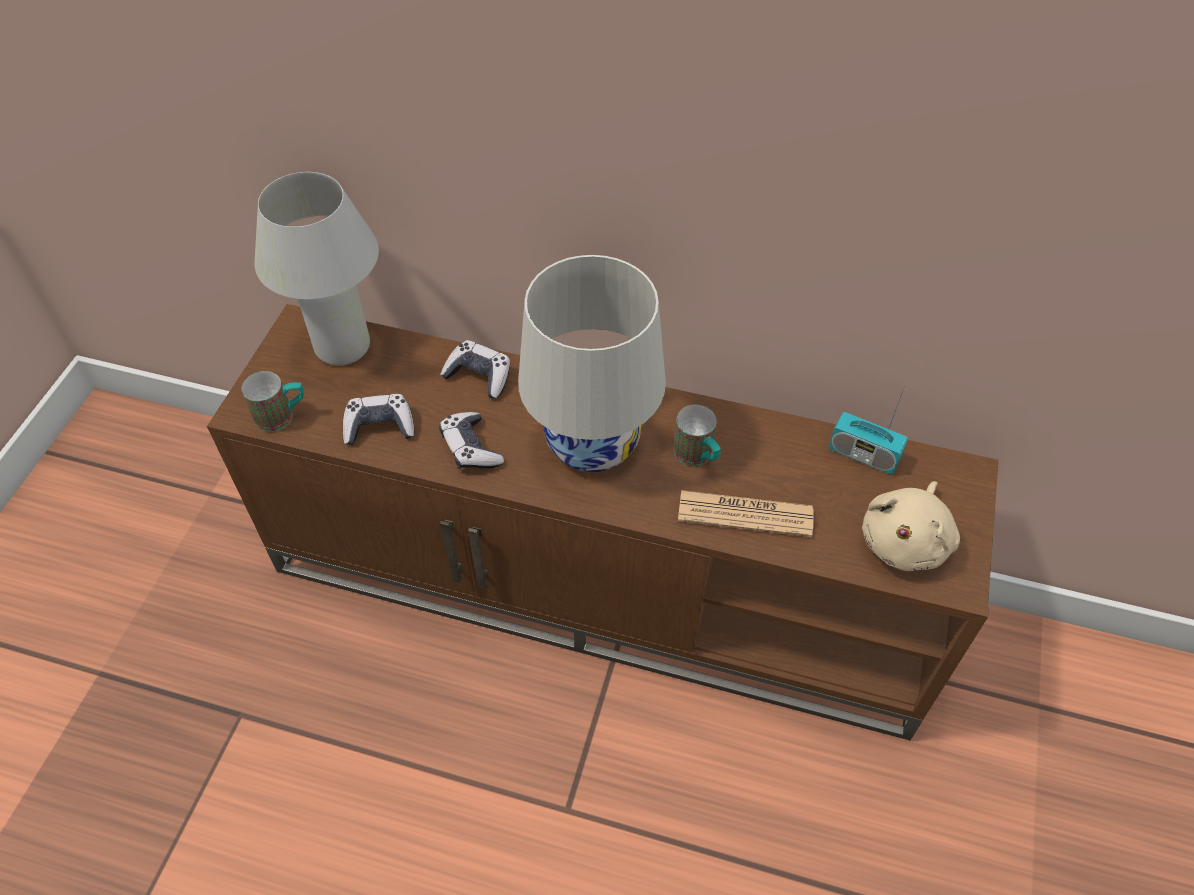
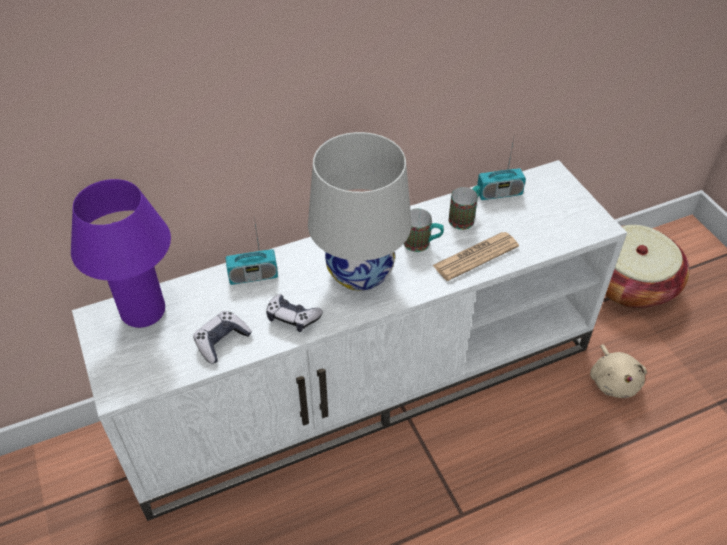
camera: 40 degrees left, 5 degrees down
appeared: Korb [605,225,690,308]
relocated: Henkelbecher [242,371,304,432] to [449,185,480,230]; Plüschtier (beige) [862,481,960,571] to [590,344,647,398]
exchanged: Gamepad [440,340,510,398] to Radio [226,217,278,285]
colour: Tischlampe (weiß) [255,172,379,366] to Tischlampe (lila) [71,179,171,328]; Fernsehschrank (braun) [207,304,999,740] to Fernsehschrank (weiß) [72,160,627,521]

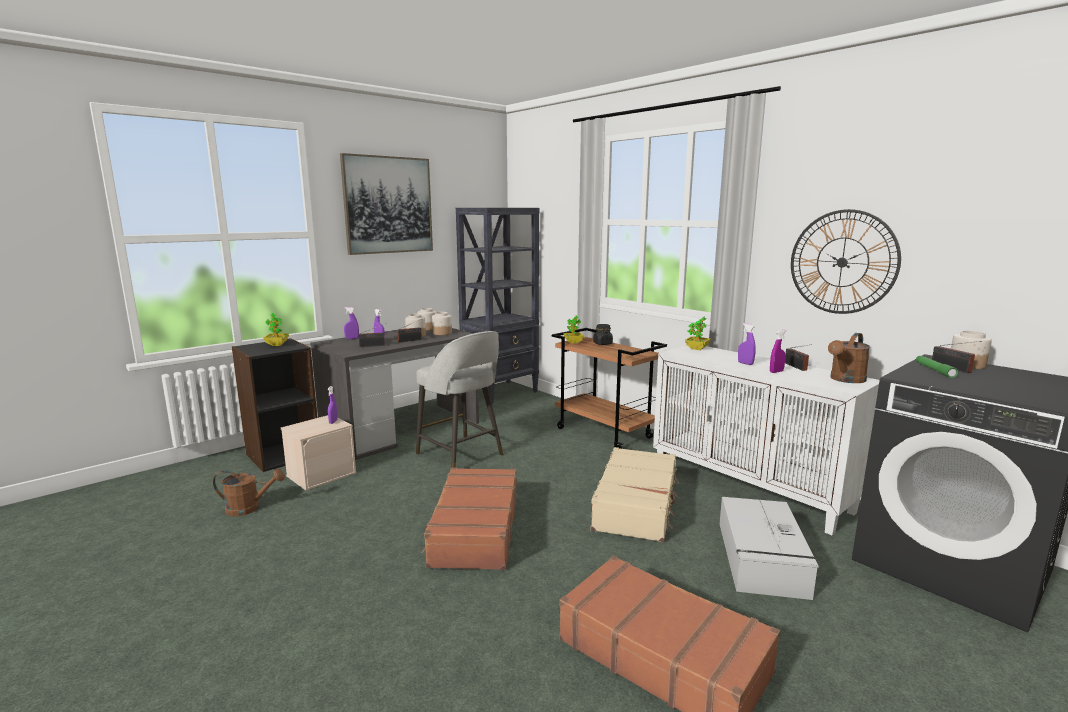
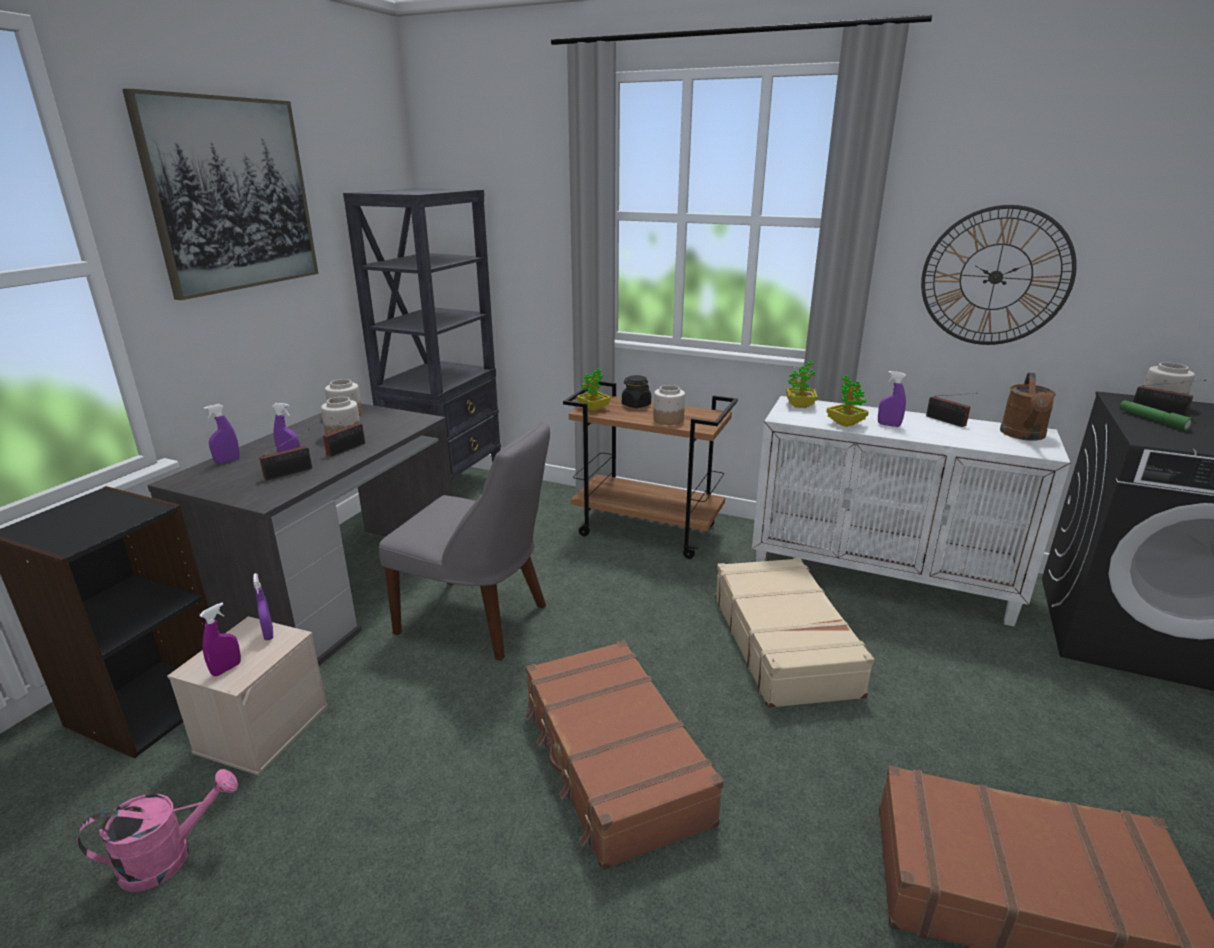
camera: 25 degrees left, 10 degrees up
missing: Aufbewahrungsbox (grau) [720,497,819,600]
relocated: Vorratsglas [432,312,452,335] to [653,385,685,425]; Topfpflanze [264,313,289,346] to [827,375,868,427]; Sprühflasche (lila) [770,330,786,373] to [199,602,241,676]
exchanged: Hocker (grau) [416,331,503,468] to Stuhl (grau) [379,422,550,661]
colour: Gießkanne (braun) [213,469,285,516] to Gießkanne (rosa) [77,769,238,892]

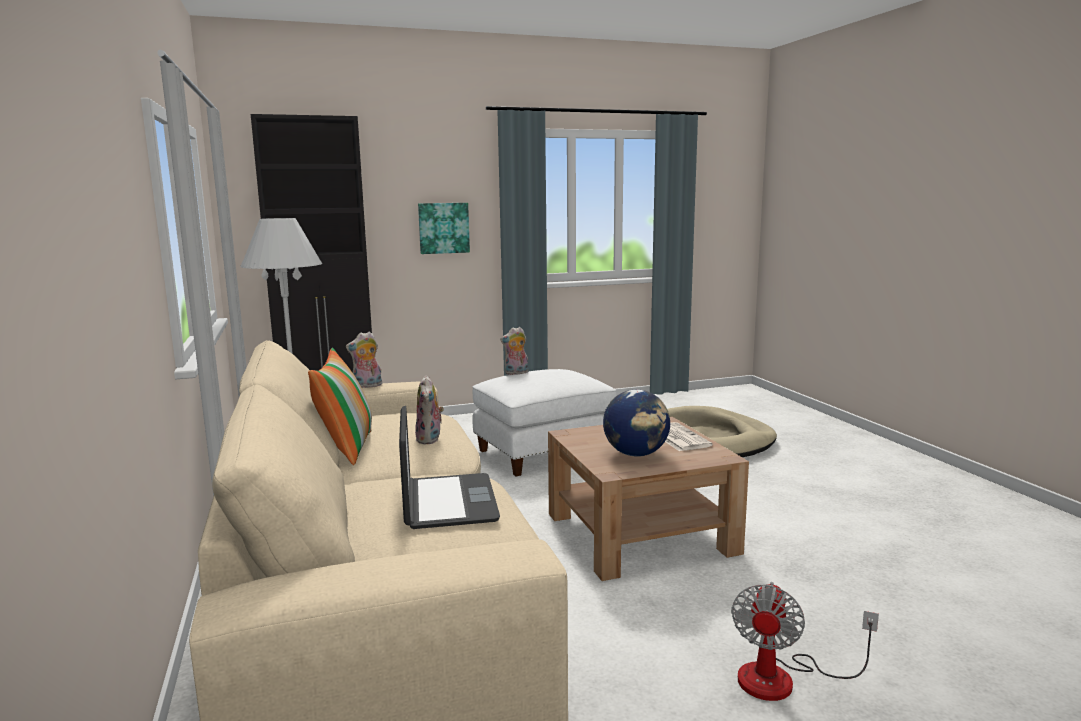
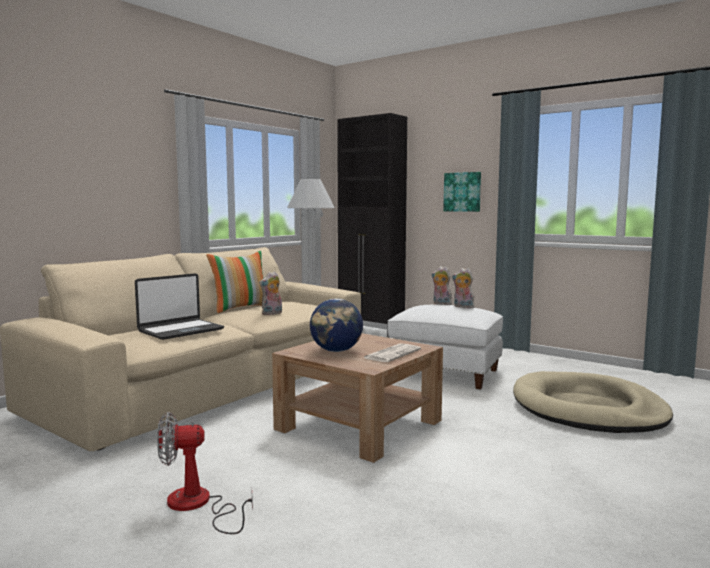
camera: 55 degrees right, 5 degrees down
relocated: Plüschtier [346,332,382,388] to [452,268,477,308]

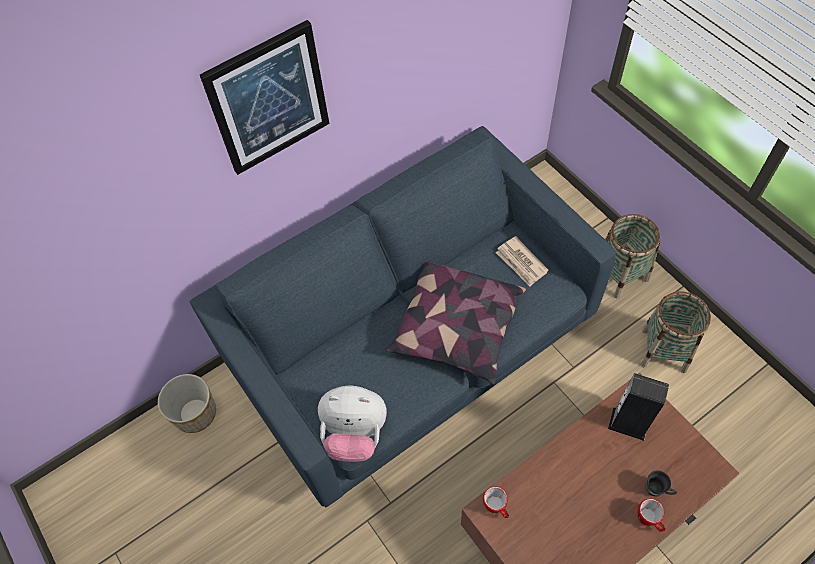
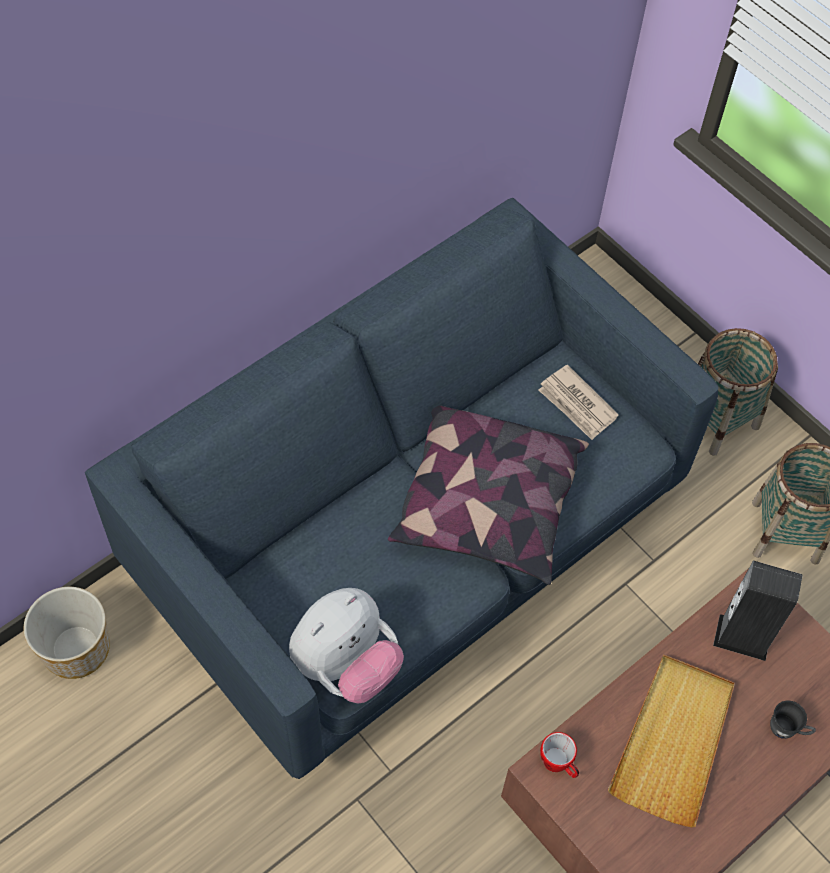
camera: 10 degrees left, 0 degrees up
missing: Bild [200,20,329,175]; Henkelbecher [638,498,665,532]
appeared: Tablett (beige) [608,655,735,827]
spun: Plüschtier [318,386,387,462] = [289,588,404,704] 45 degrees counterclockwise

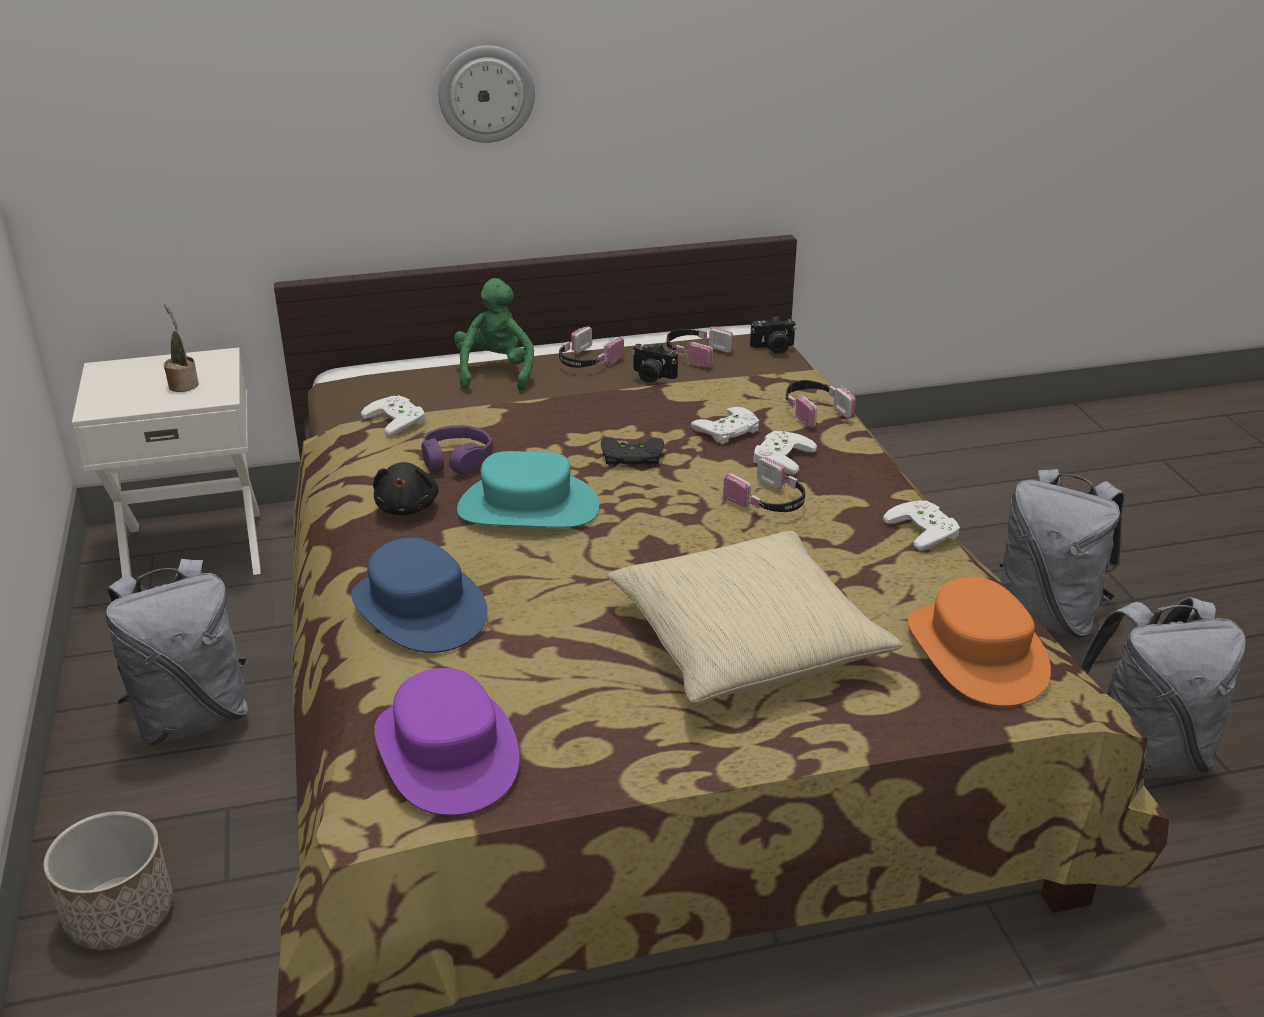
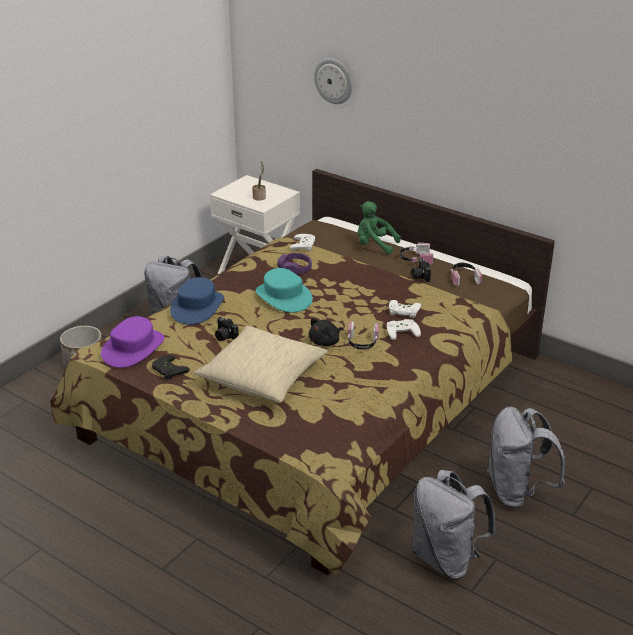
camera: 50 degrees right, 0 degrees up
missing: Kopfhörer [785,380,856,428]; Gamepad (weiß) [883,500,960,551]; Hut (orange) [908,577,1051,707]
relocated: Wanduhr [439,46,535,143] to [314,58,352,104]; Kamera [750,316,796,354] to [215,317,239,341]; Gamepad (schwarz) [601,437,664,467] to [152,355,190,380]; Plüschtier (schwarz) [373,462,438,515] to [309,318,343,346]
spun: Plüschtier (grün) [454,278,534,391] = [358,201,401,254] 120 degrees counterclockwise

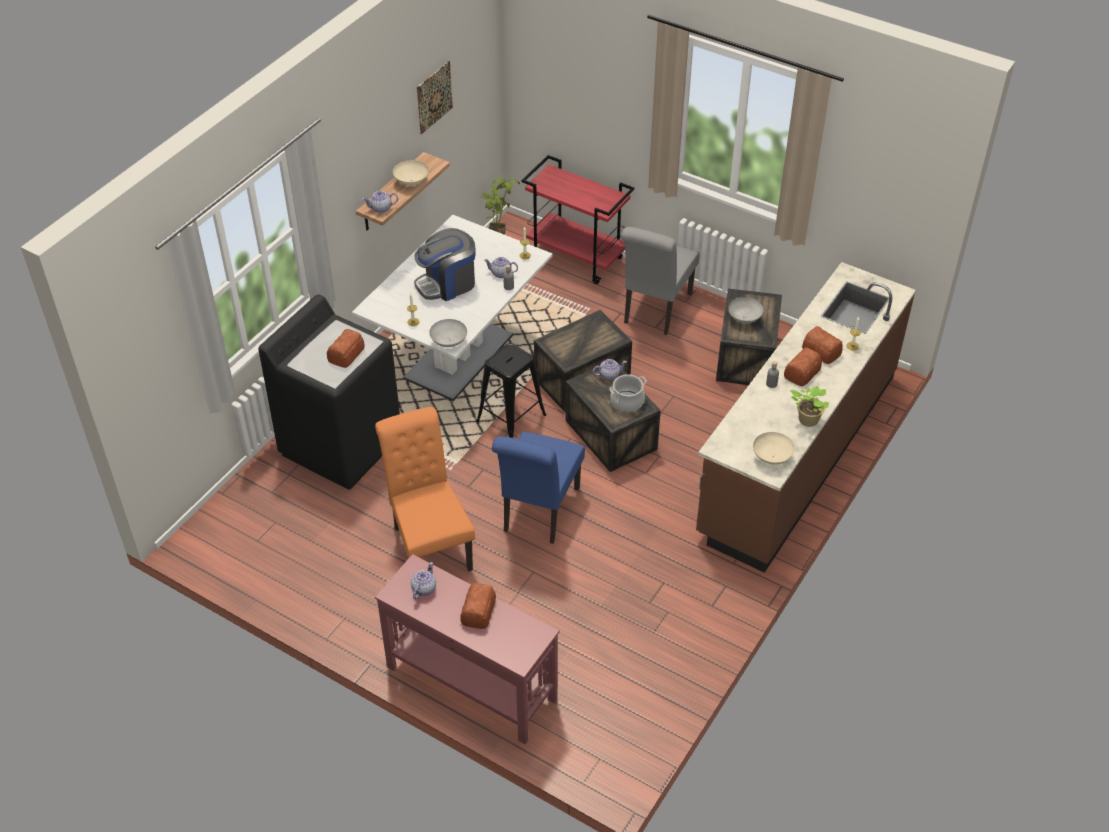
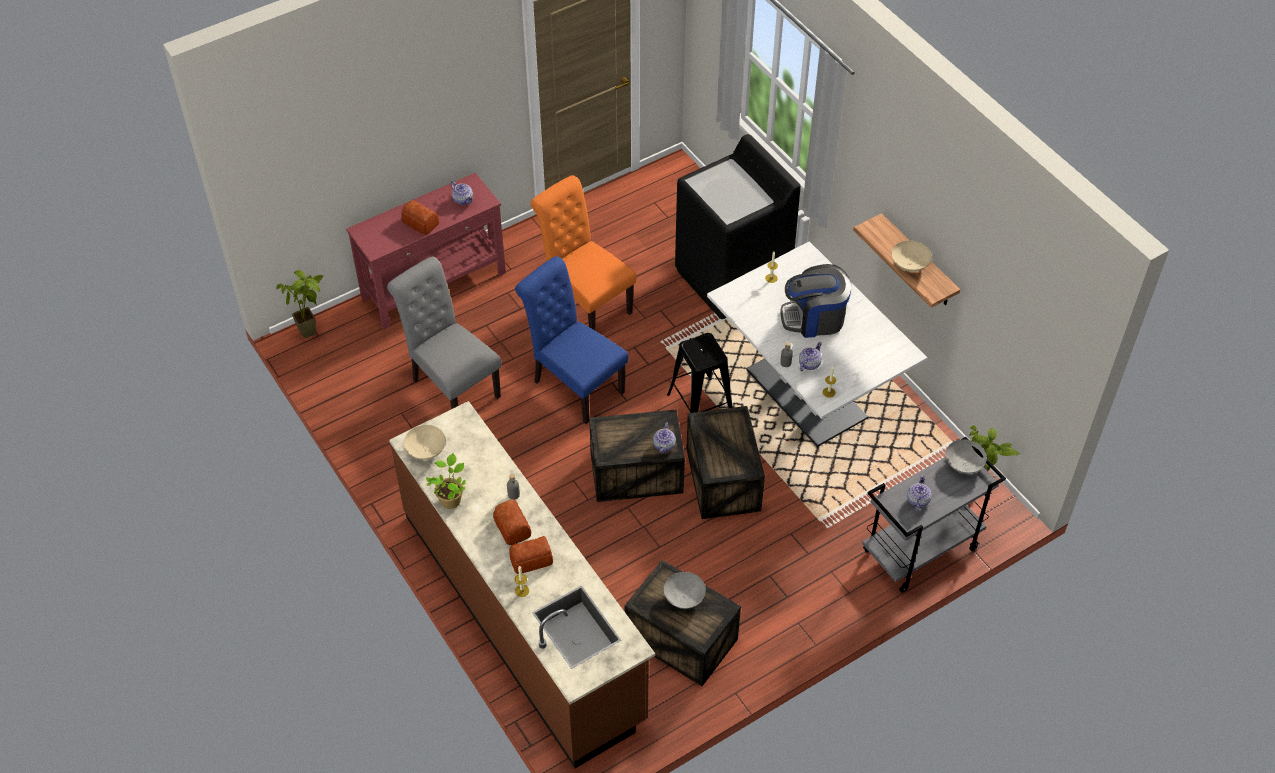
camera: 115 degrees right, 5 degrees up
missing: Bild [417,61,453,134]; Brot [327,329,365,368]; Kochtopf [610,374,647,412]
appeared: Topfpflanze [276,270,323,339]
relocated: Teekanne [362,191,398,213] to [907,475,932,511]; Stuhl (grau) [621,227,700,335] to [387,257,502,409]; Schüssel (grau) [429,319,467,347] to [946,439,987,474]
colour: Rollwagen (rot) [521,155,634,284] to Rollwagen (grau) [862,437,1006,593]
spun: Kaffeemaschine [414,228,476,301] = [781,264,851,338] 90 degrees counterclockwise; Stuhl (orange) [375,407,475,572] = [530,175,636,331] 135 degrees counterclockwise

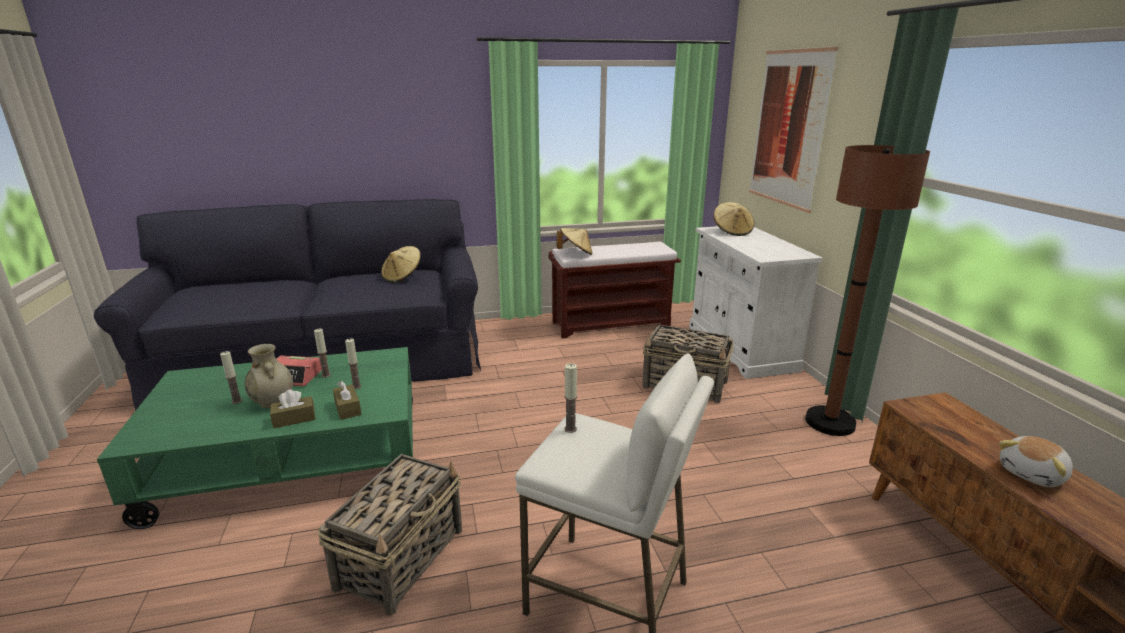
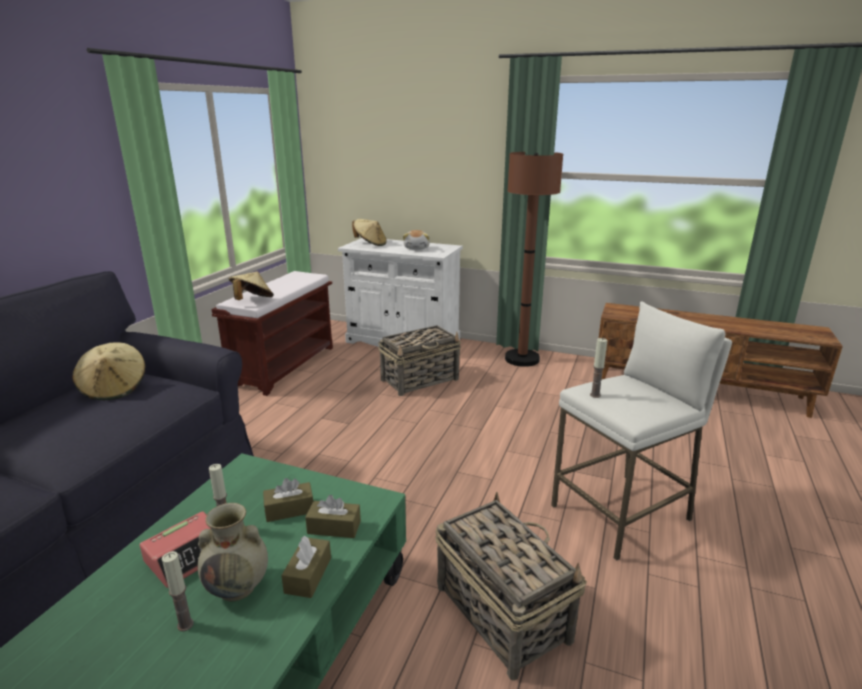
camera: 55 degrees left, 0 degrees up
missing: Bild [749,46,838,213]
relocated: Plüschtier [999,436,1072,487] to [403,230,430,250]
exchanged: Kerze [345,339,361,389] to Taschentuchbox (braun) [263,478,313,522]

